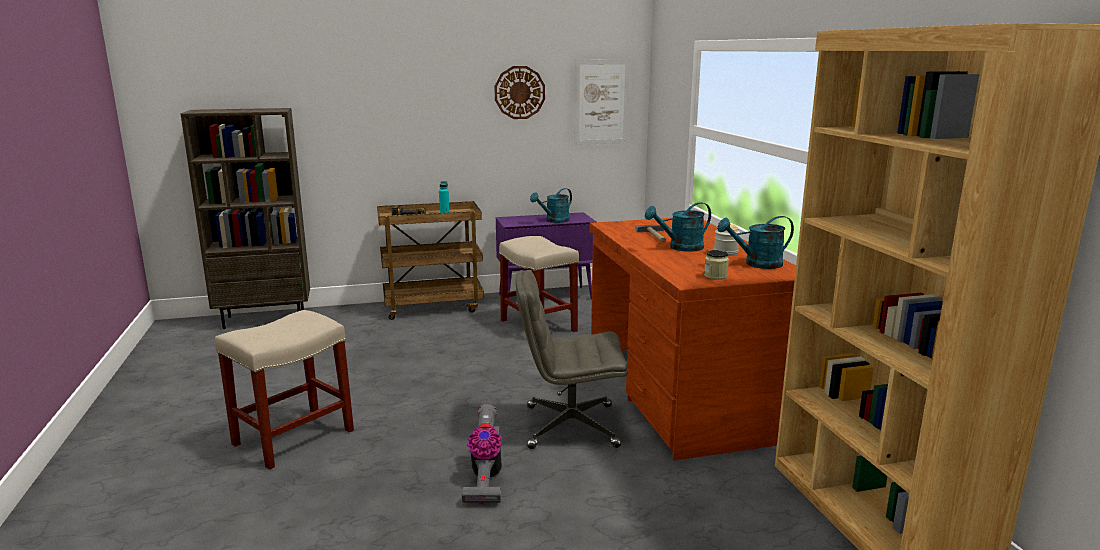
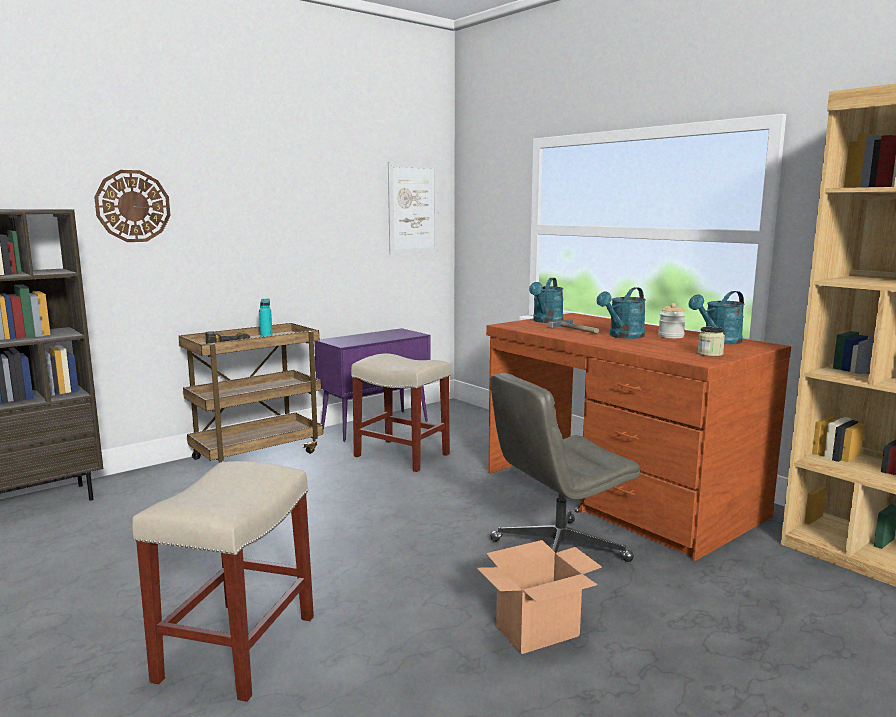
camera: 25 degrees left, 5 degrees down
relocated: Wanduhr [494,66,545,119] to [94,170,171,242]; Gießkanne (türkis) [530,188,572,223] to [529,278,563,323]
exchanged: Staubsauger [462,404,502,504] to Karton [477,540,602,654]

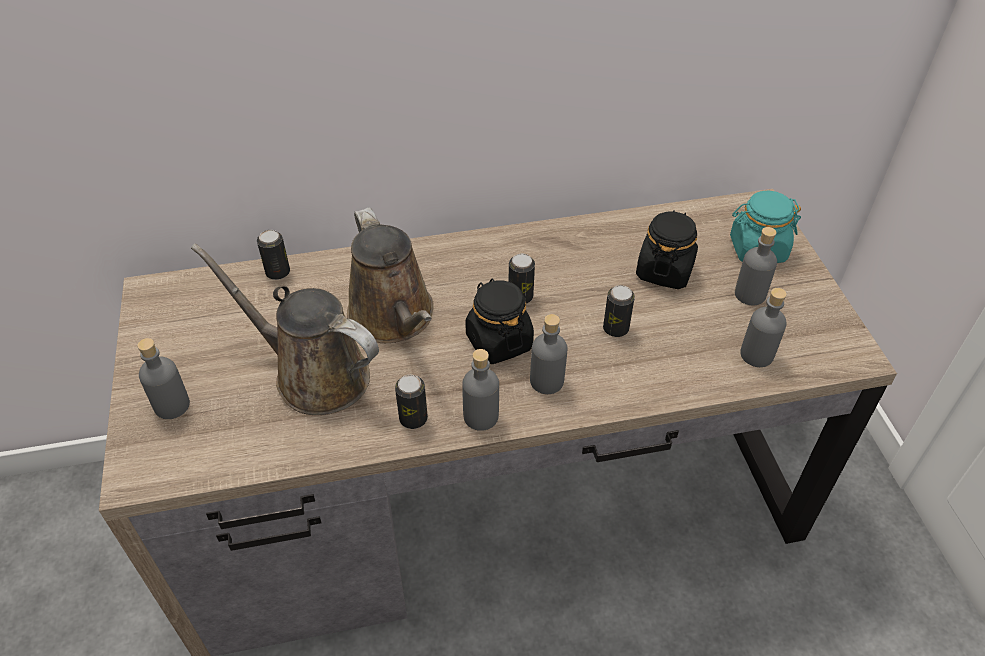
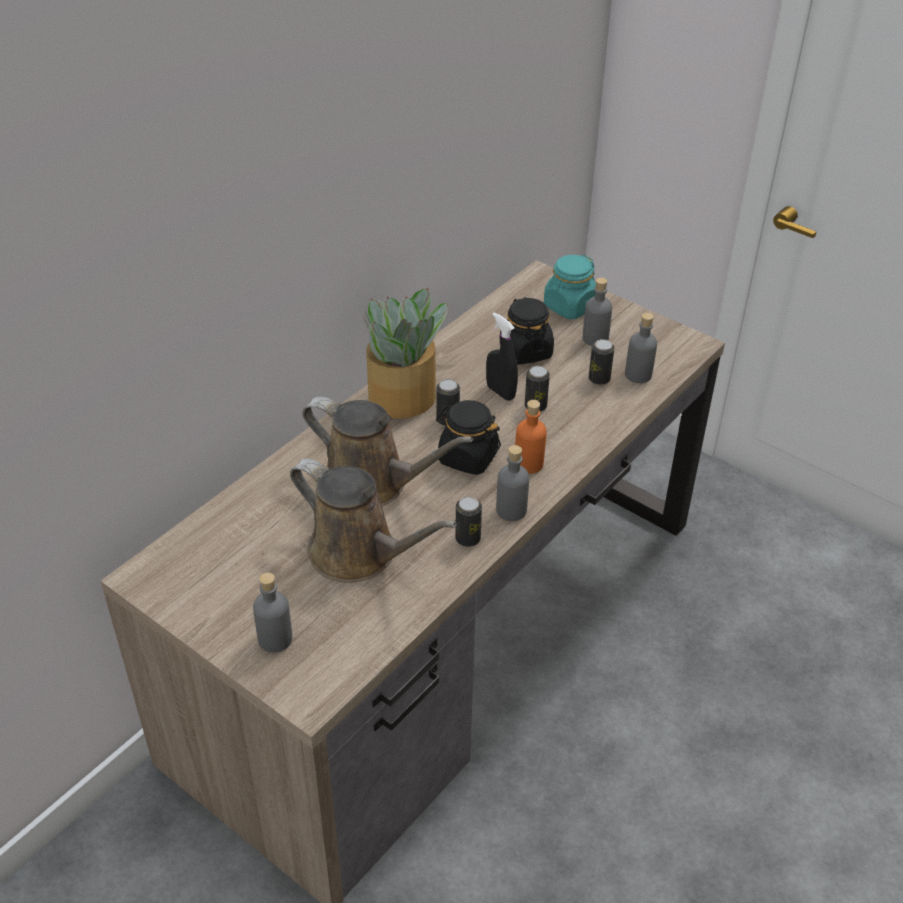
camera: 40 degrees left, 5 degrees down
appeared: Topfpflanze [363,288,448,419]; Sprühflasche (schwarz) [486,312,518,401]
relocated: Dose [257,230,290,280] to [589,339,614,385]
colour: Flasche (grau) [530,314,567,394] to Flasche (orange) [515,400,547,474]
spun: Gießkanne (braun) [191,243,379,415] = [290,458,457,583] 135 degrees counterclockwise

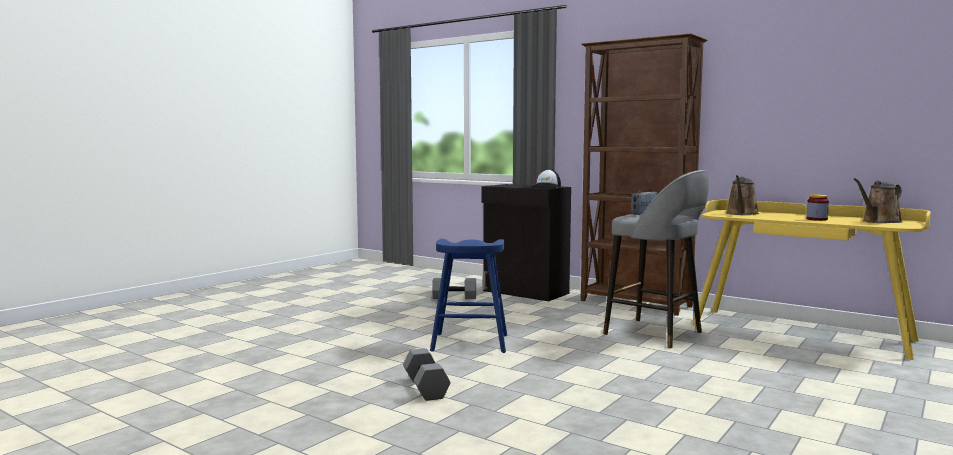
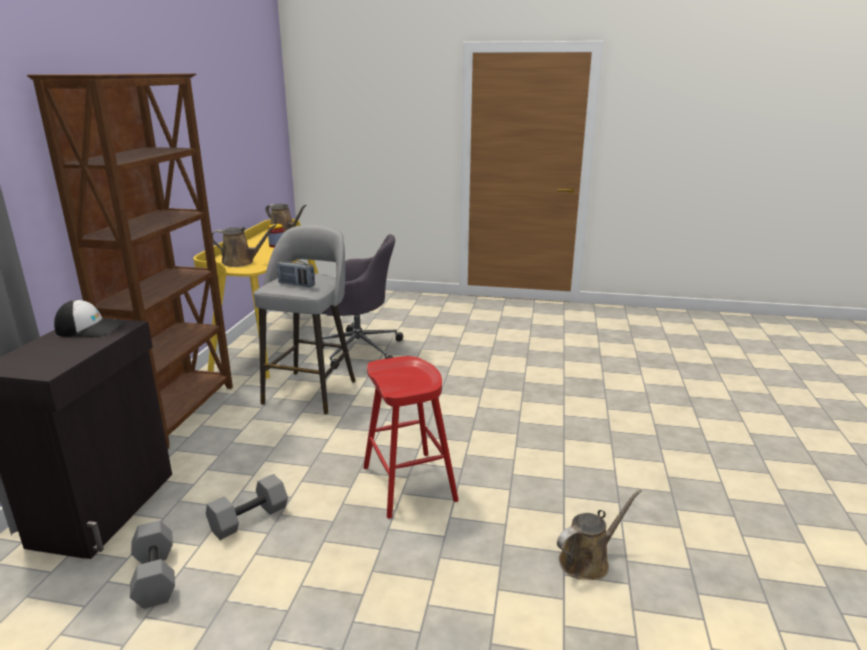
camera: 115 degrees left, 15 degrees up
appeared: Bürostuhl (grau) [321,234,403,369]; Gießkanne (braun) [557,489,642,580]
relocated: Hantel (grau) [403,348,451,401] to [206,474,288,540]
colour: Hocker (blau) [430,239,507,353] to Hocker (rot) [363,356,459,519]

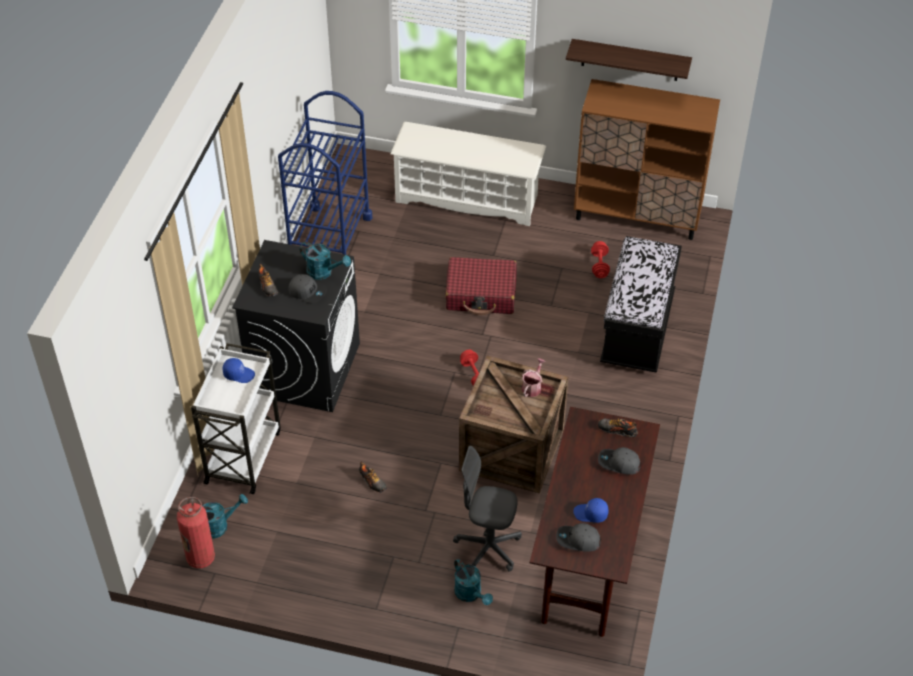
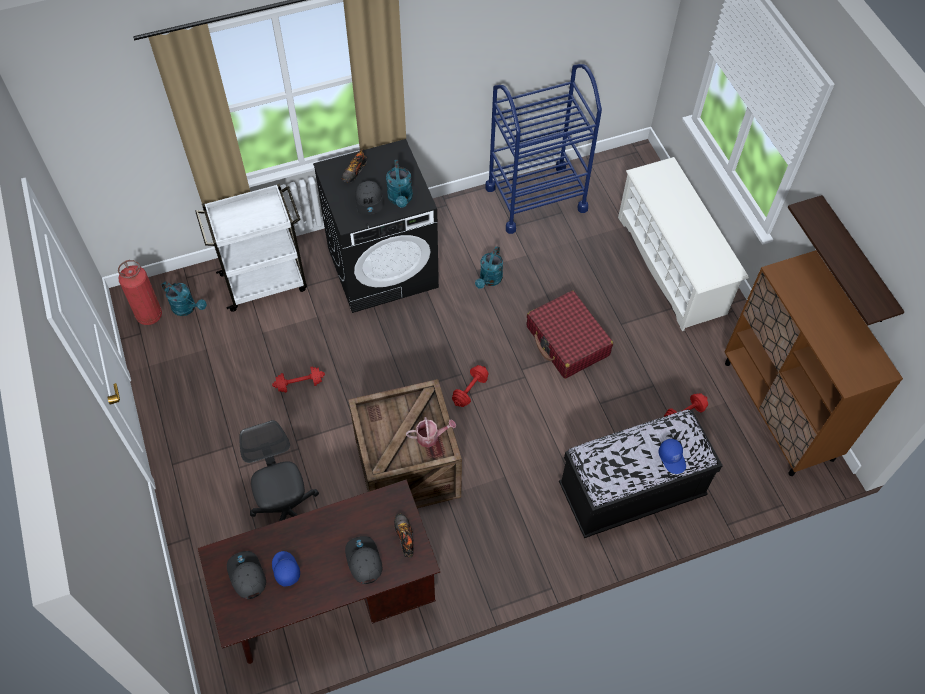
camera: 55 degrees right, 10 degrees up
relocated: Kappe (blau) [223,358,255,383] to [659,439,686,474]; Gießkanne (türkis) [454,558,493,605] to [475,246,503,289]
exchanged: Schuh [359,462,387,493] to Hantel (rot) [272,366,325,393]

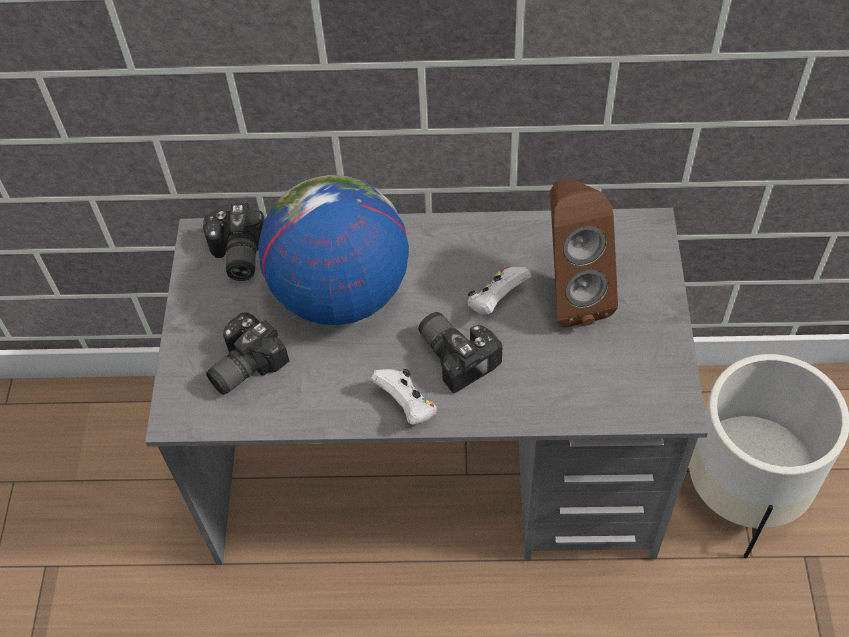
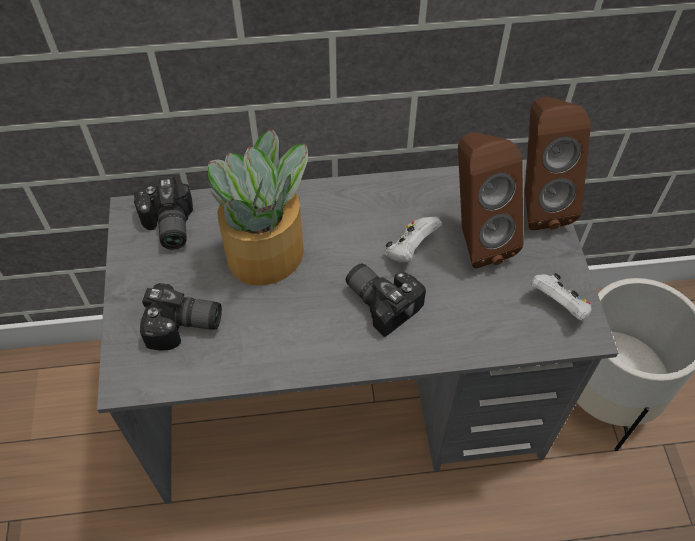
camera: 10 degrees left, 0 degrees up
appeared: Lautsprecher (braun) [525,97,590,230]
relocated: Gamepad (weiß) [370,369,437,425] to [531,273,592,321]
exchanged: Globus [258,175,409,325] to Topfpflanze [206,129,308,286]
spun: Kamera [206,312,289,395] = [140,283,222,350] 120 degrees counterclockwise

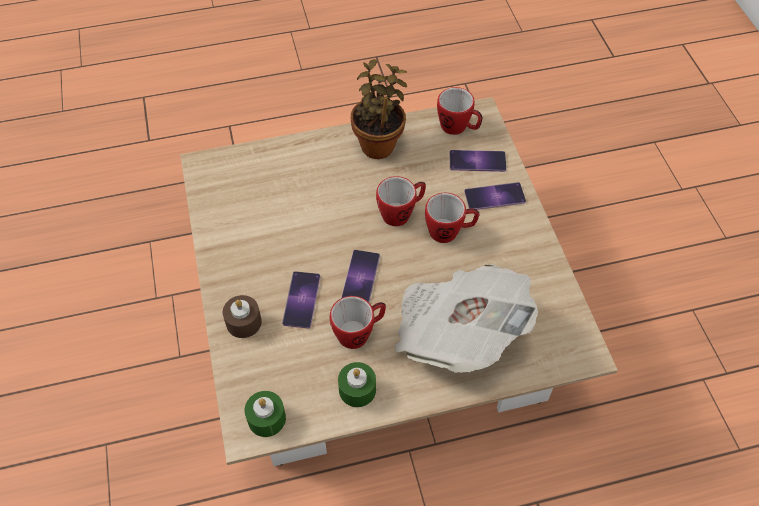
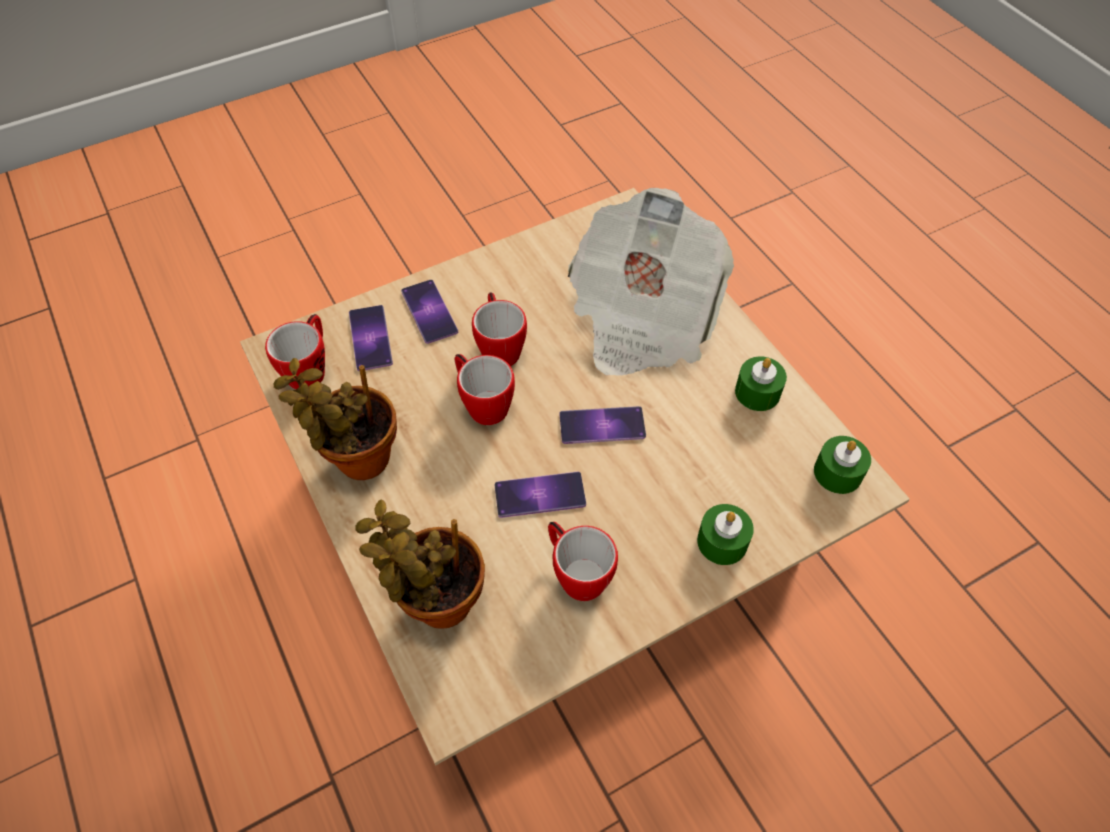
camera: 105 degrees left, 0 degrees up
appeared: Topfpflanze [356,499,485,629]
relocated: Handy [282,271,320,329] to [494,472,586,518]; Henkelbecher [330,296,386,349] to [548,522,618,601]
colour: Kerze (braun) [223,295,262,338] to Kerze (grün) [697,504,754,565]

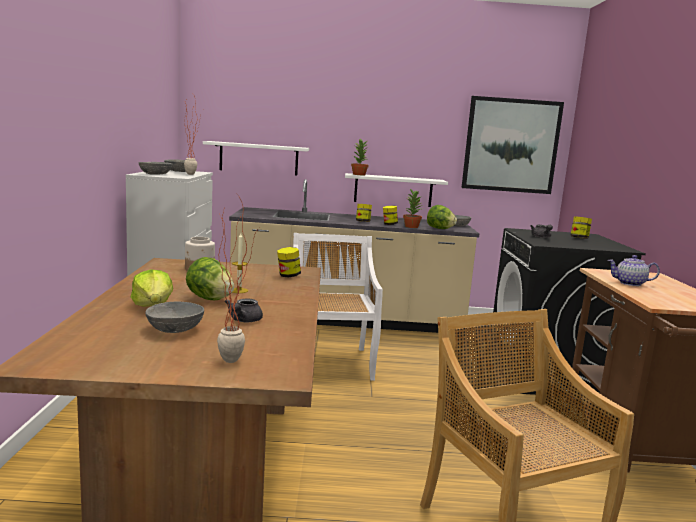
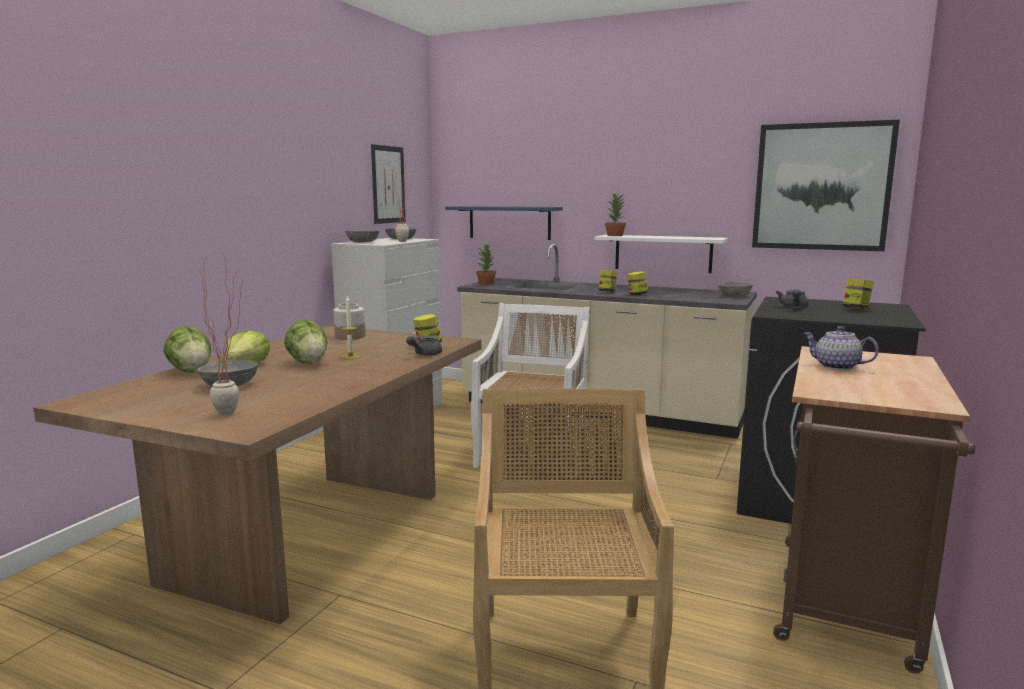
camera: 25 degrees right, 0 degrees up
appeared: Bild [371,144,406,224]
relocated: Topfpflanze [403,189,422,228] to [476,242,496,285]; Salatkopf [427,205,457,229] to [163,326,211,372]; Teekanne (grau) [224,298,263,322] to [406,336,442,356]
colour: Wandregal (weiß) [203,141,309,176] to Wandregal (blau) [445,206,563,240]

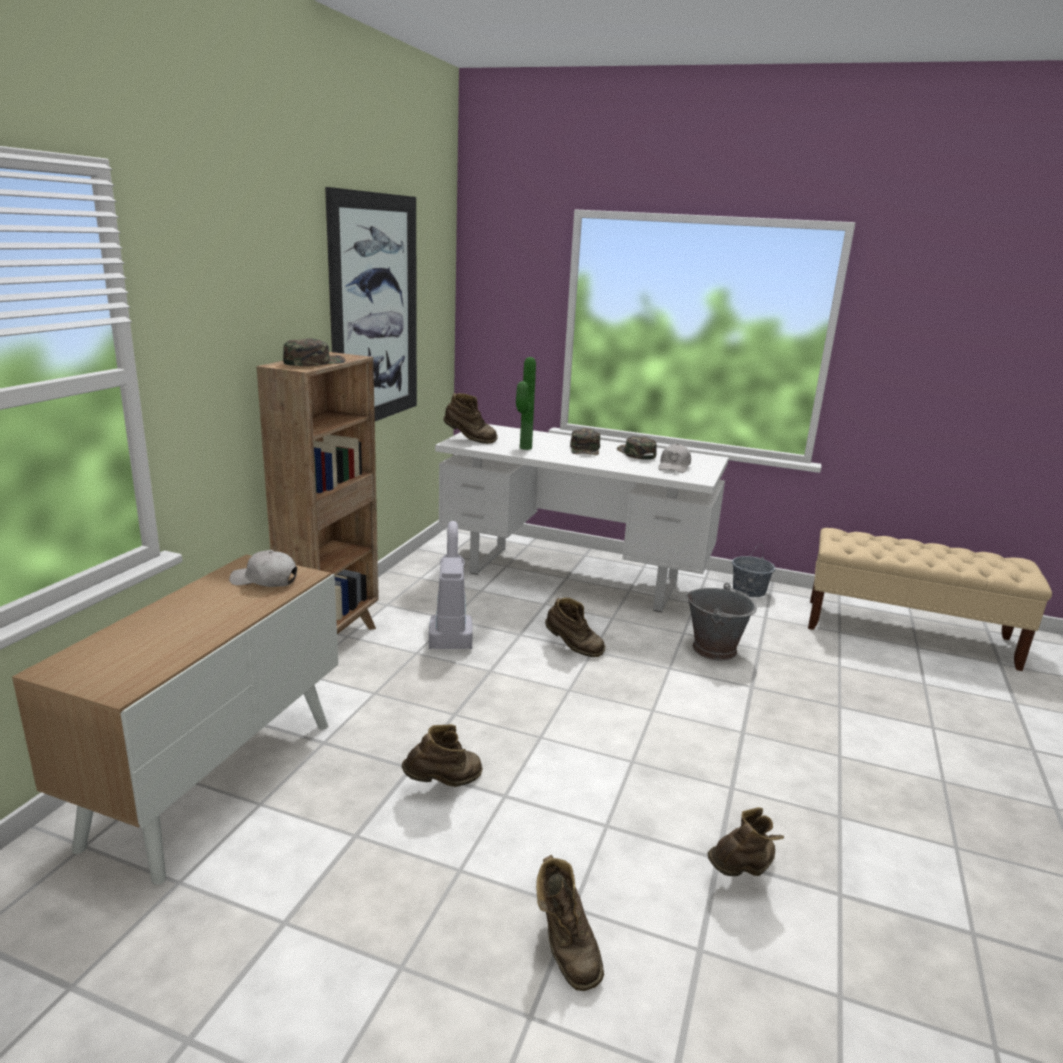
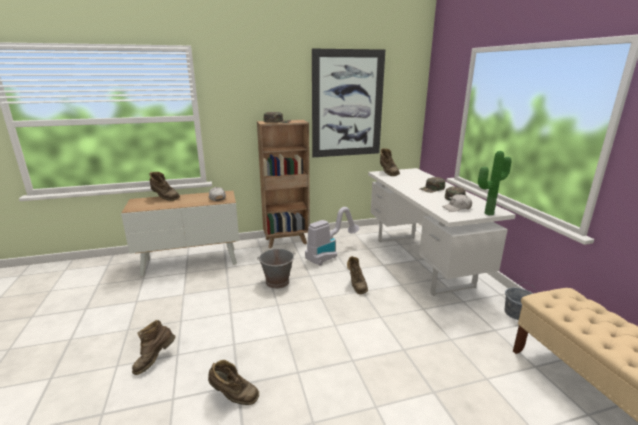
camera: 55 degrees right, 0 degrees up
relocated: Topfpflanze [516,357,536,450] to [478,151,512,215]; Eimer (grau) [686,583,757,661] to [257,248,296,289]; Stiefel (braun) [402,724,483,787] to [150,172,180,201]

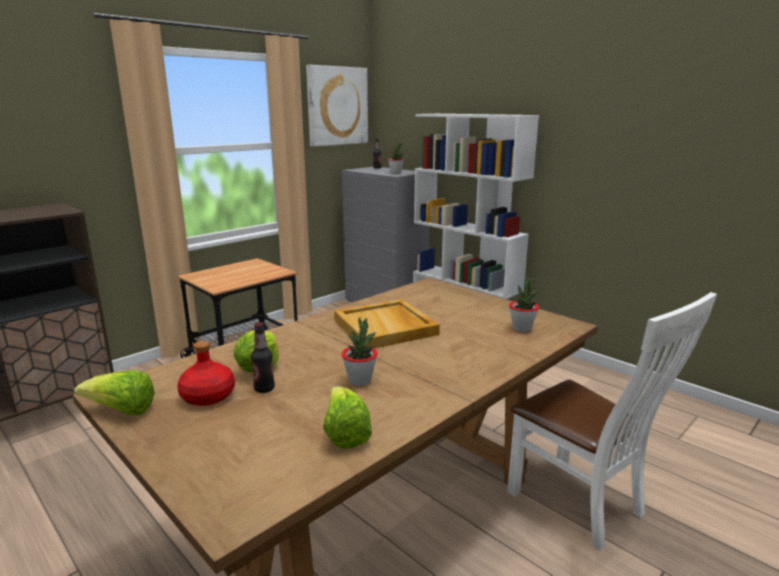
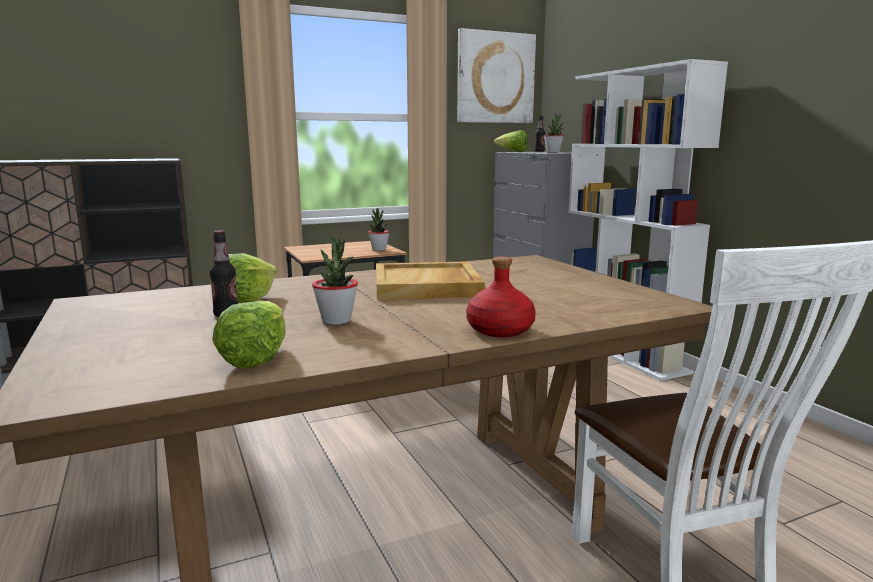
camera: 20 degrees right, 5 degrees down
relocated: Topfpflanze [509,276,539,332] to [368,208,390,251]; Flasche (rot) [177,341,235,406] to [466,256,536,337]; Salatkopf [74,370,155,415] to [494,130,528,152]

